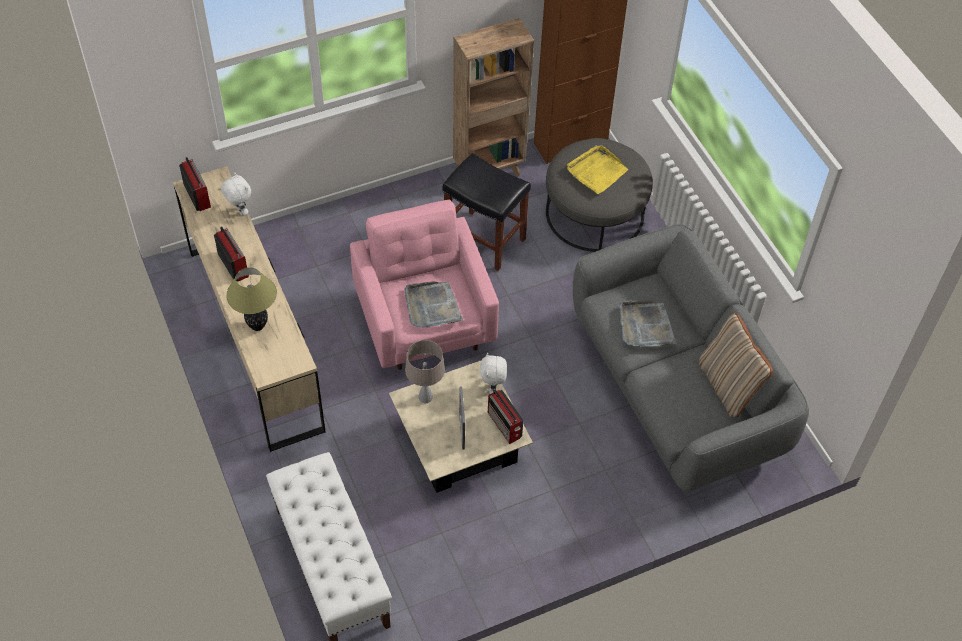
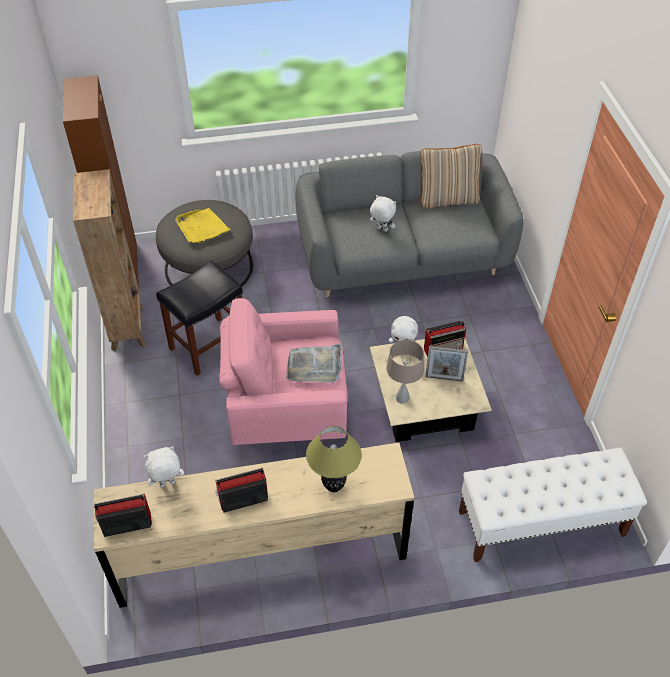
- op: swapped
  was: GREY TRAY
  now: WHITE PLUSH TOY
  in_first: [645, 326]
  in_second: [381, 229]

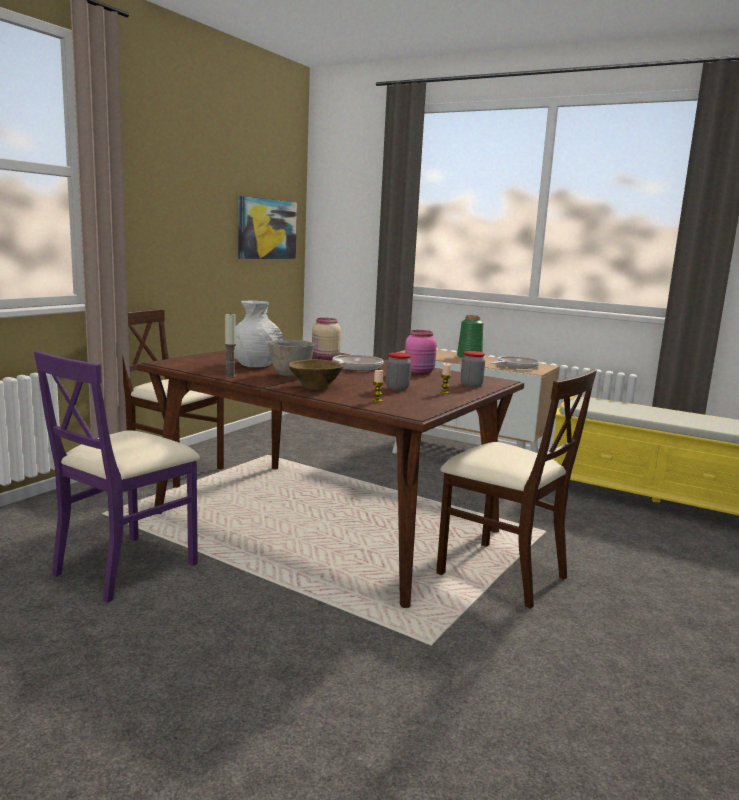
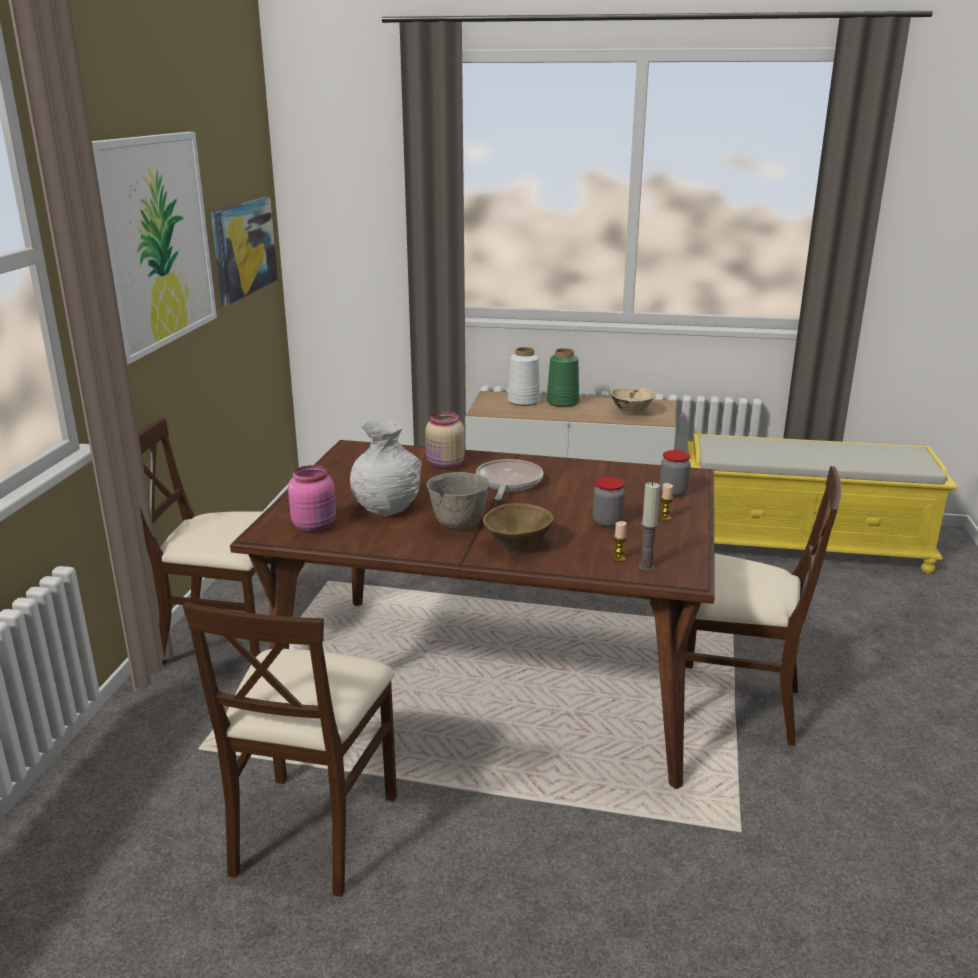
- op: new
  now: PICTURE
  in_second: [153, 241]
- op: repainted
  was: PURPLE CHAIR
  now: BEIGE CHAIR
  in_first: [126, 566]
  in_second: [313, 830]
- op: shifted
  was: PINK JAR
  in_first: [420, 372]
  in_second: [315, 526]
- op: new
  now: WHITE VASE
  in_second: [523, 401]
- op: swapped
  was: FRYING PAN
  now: BEIGE BOWL
  in_first: [515, 366]
  in_second: [631, 412]
- op: shifted
  was: CANDLE
  in_first: [230, 376]
  in_second: [646, 567]

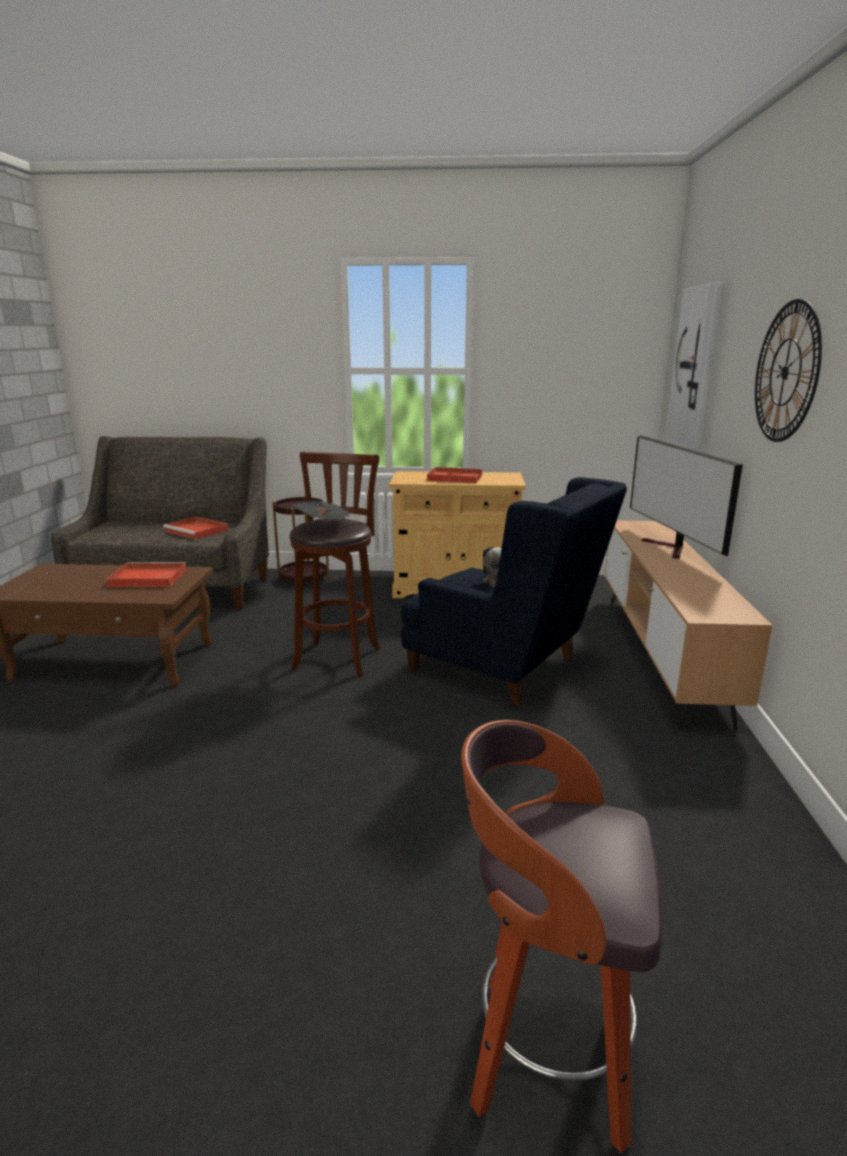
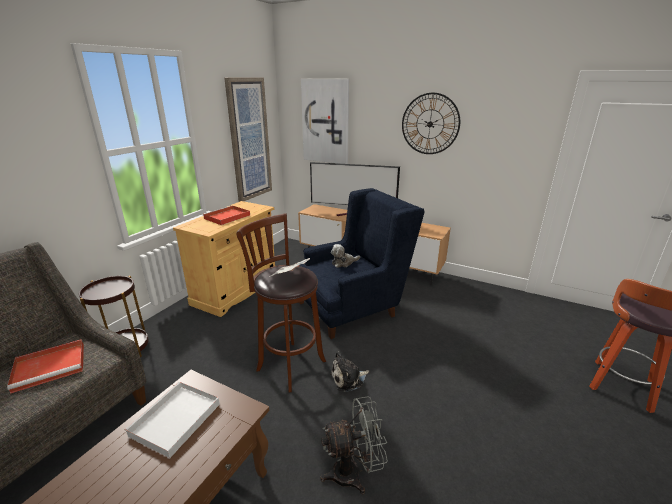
- op: repainted
  was: RED TRAY
  now: WHITE TRAY
  in_first: [146, 578]
  in_second: [175, 421]
- op: new
  now: PICTURE
  in_second: [249, 140]
- op: new
  now: GREY FAN
  in_second: [353, 473]
- op: new
  now: PLUSH TOY
  in_second: [348, 379]

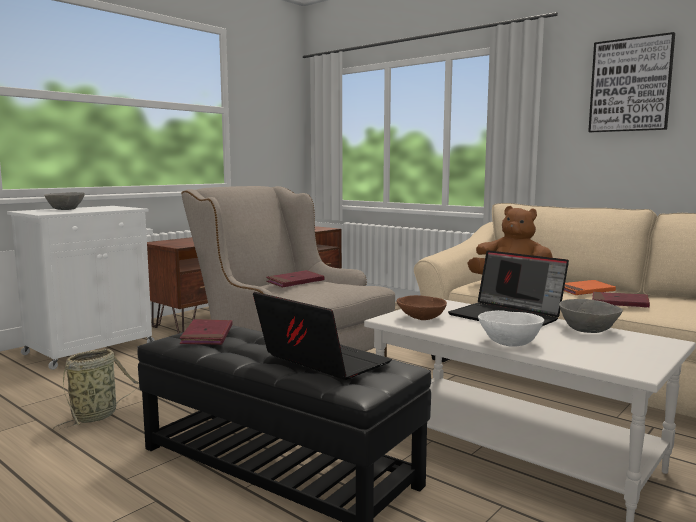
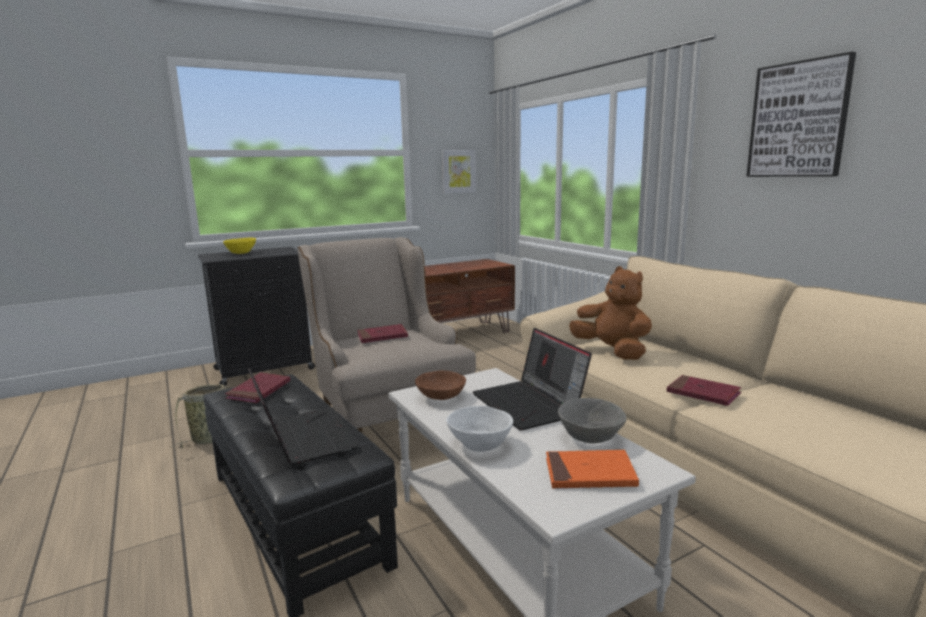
- op: repainted
  was: WHITE CABINET
  now: BLACK CABINET
  in_first: [92, 348]
  in_second: [266, 369]
- op: repainted
  was: GREY BOWL
  now: YELLOW BOWL
  in_first: [65, 209]
  in_second: [240, 253]
- op: new
  now: PICTURE
  in_second: [458, 171]
- op: shifted
  was: ORANGE BOOK
  in_first: [585, 290]
  in_second: [589, 474]

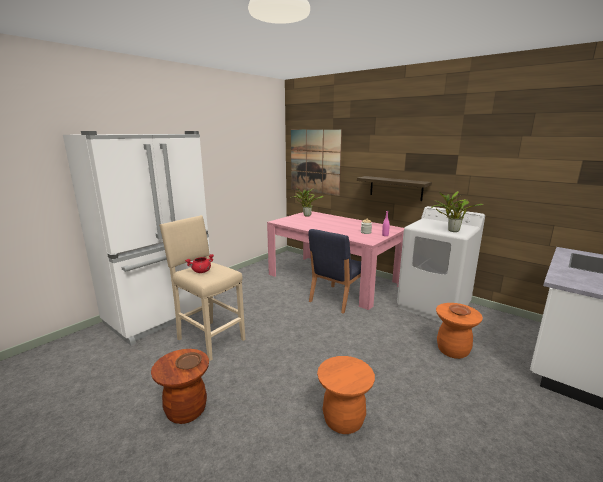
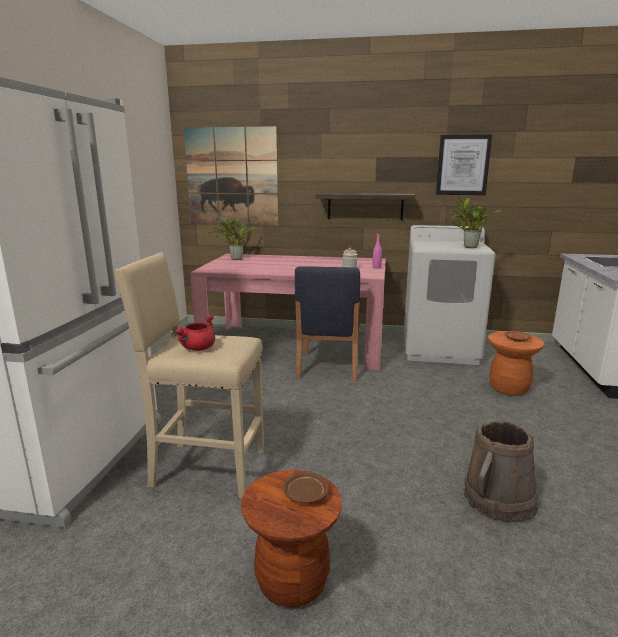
- op: new
  now: PICTURE
  in_second: [463, 165]
- op: swapped
  was: ORANGE STOOL
  now: BROWN BUCKET
  in_first: [343, 420]
  in_second: [498, 499]

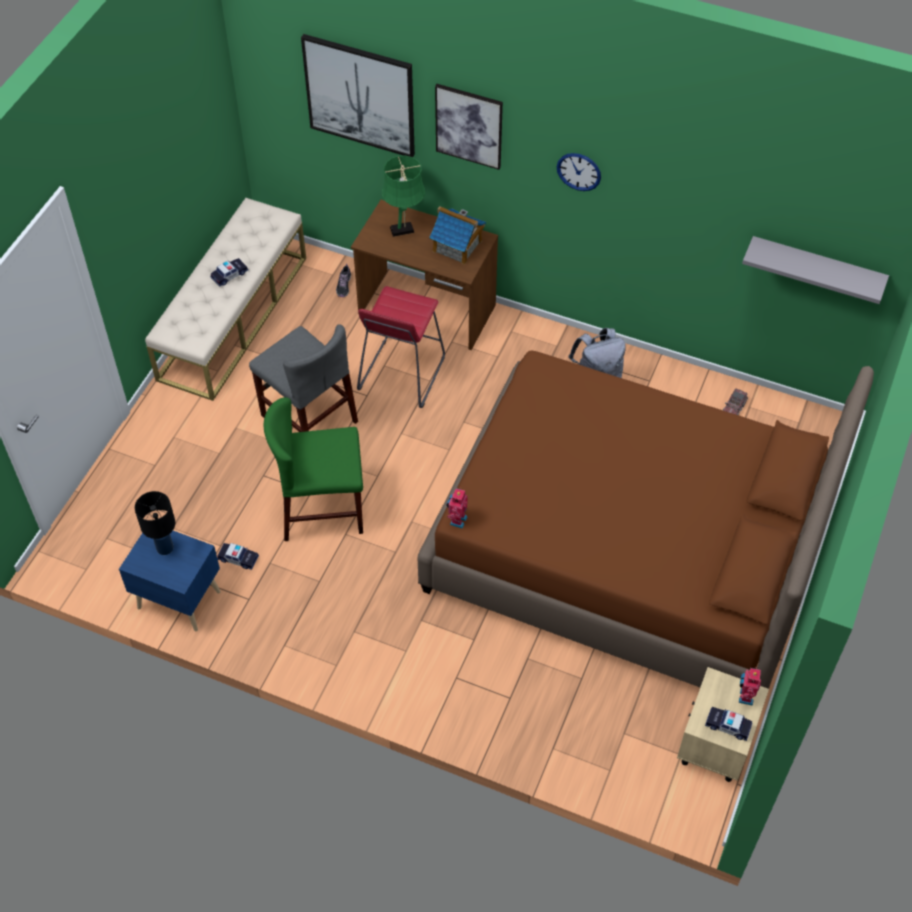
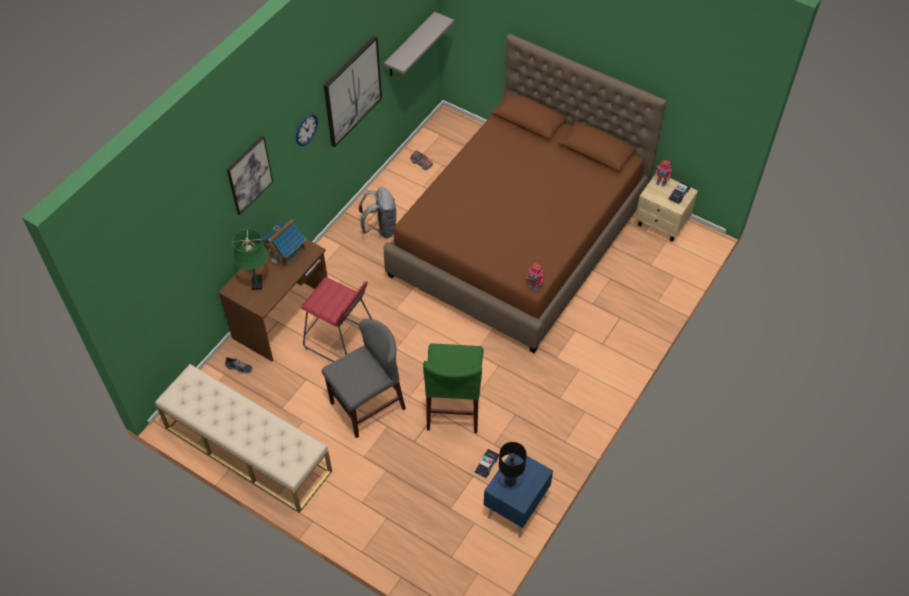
- op: shifted
  was: PICTURE
  in_first: [360, 95]
  in_second: [352, 91]
- op: gone
  was: TOY CAR
  in_first: [229, 275]

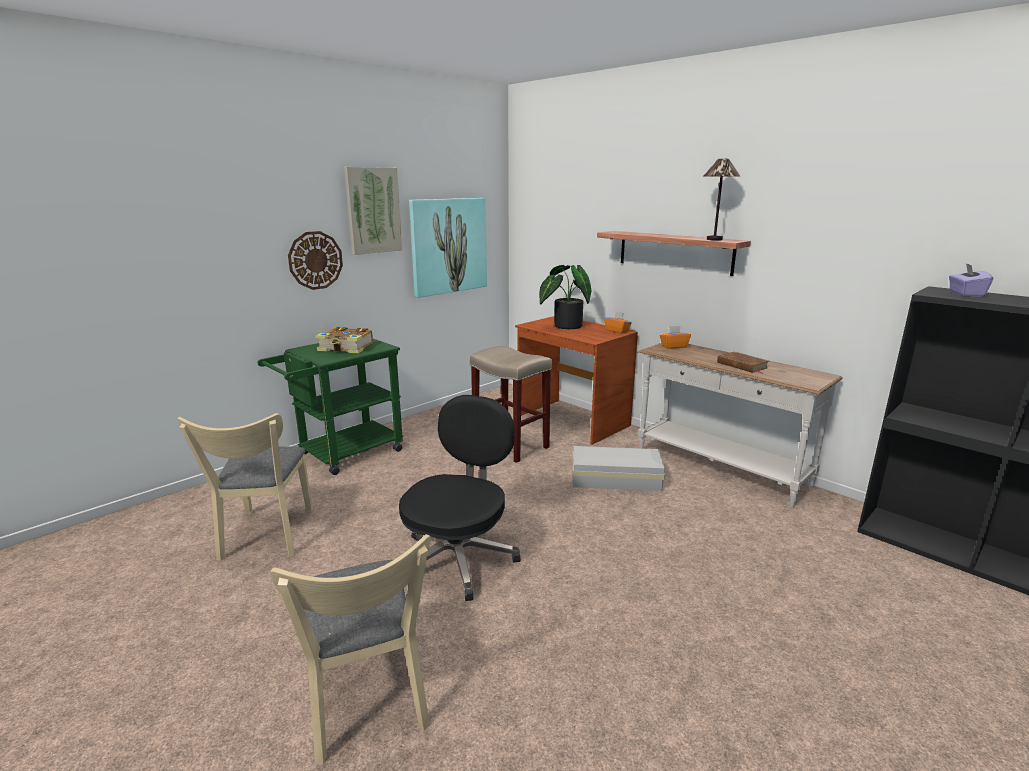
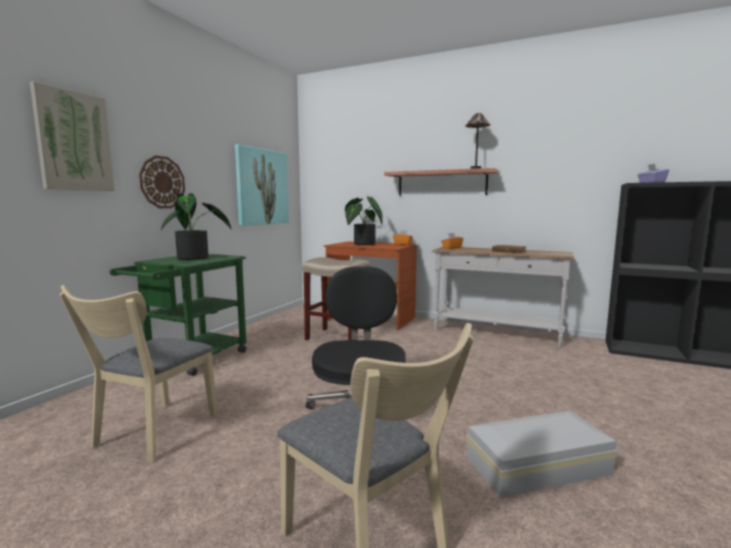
- op: shifted
  was: PICTURE
  in_first: [373, 210]
  in_second: [73, 141]
- op: rotated
  was: BEIGE CHAIR
  in_first: [266, 537]
  in_second: [151, 434]
  clockwise: 45
- op: swapped
  was: BOOK
  now: POTTED PLANT
  in_first: [346, 348]
  in_second: [196, 258]
- op: shifted
  was: WHITE STORAGE BOX
  in_first: [617, 479]
  in_second: [540, 466]

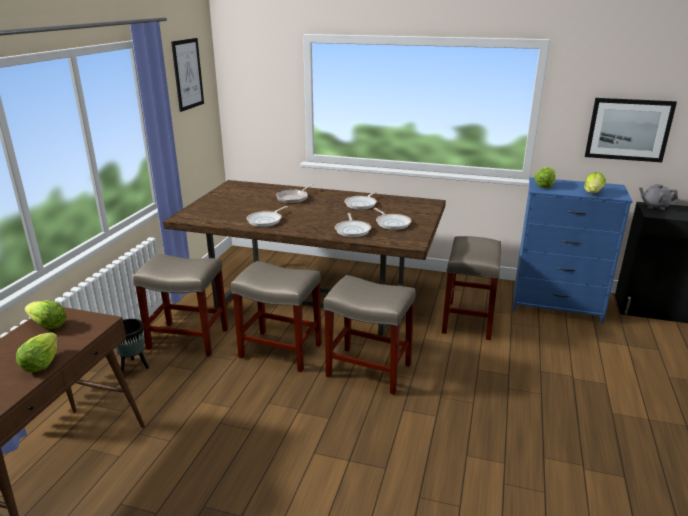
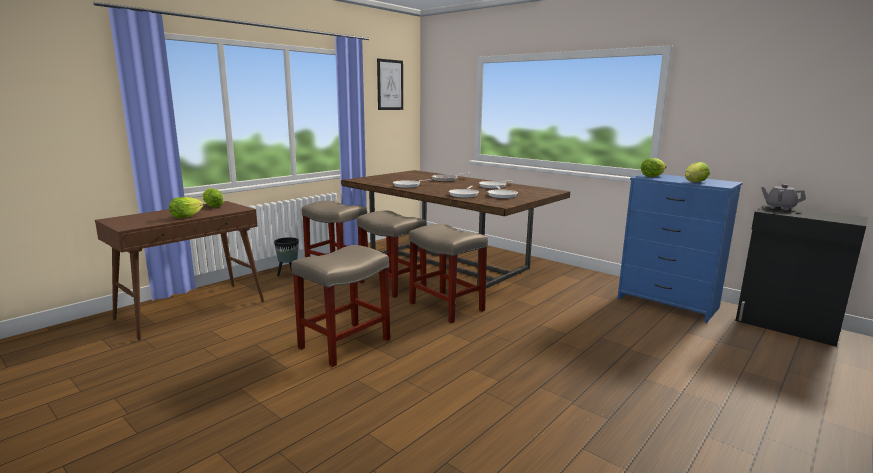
- op: shifted
  was: BEIGE STOOL
  in_first: [468, 321]
  in_second: [344, 344]
- op: gone
  was: PICTURE
  in_first: [628, 129]

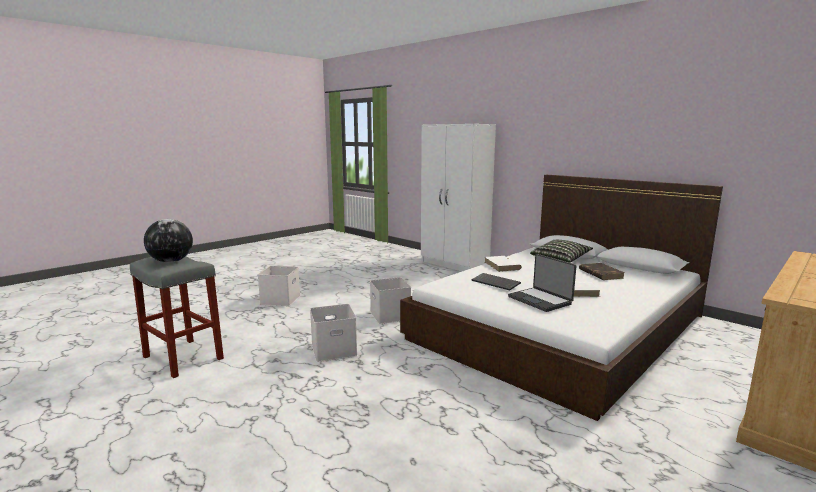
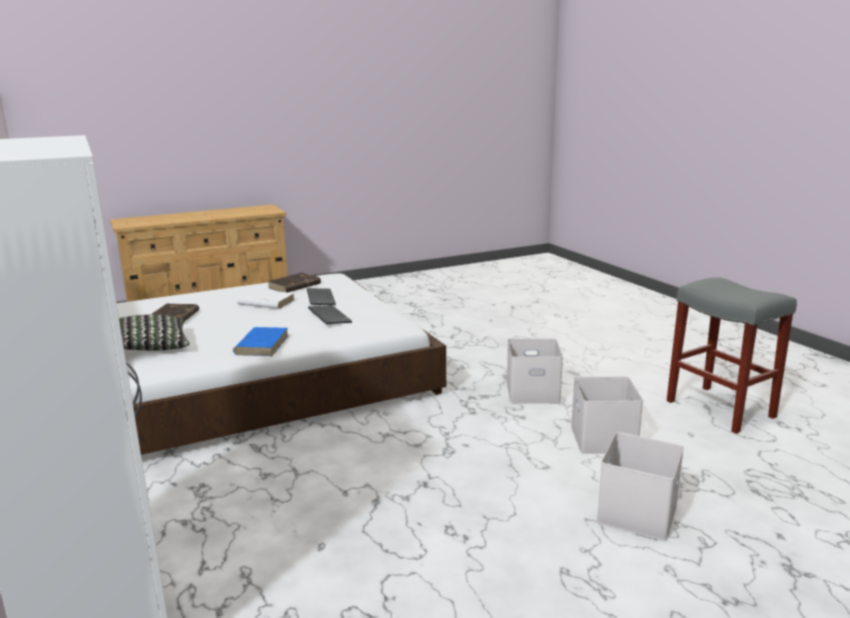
- op: repainted
  was: WHITE BOOK
  now: BLUE BOOK
  in_first: [502, 266]
  in_second: [262, 344]
- op: new
  now: BROWN BOOK
  in_second: [294, 286]
- op: swapped
  was: LAPTOP
  now: KEYBOARD
  in_first: [540, 300]
  in_second: [319, 298]
- op: shifted
  was: WHITE STORAGE BOX
  in_first: [389, 315]
  in_second: [605, 440]
- op: gone
  was: GLOBE
  in_first: [171, 261]

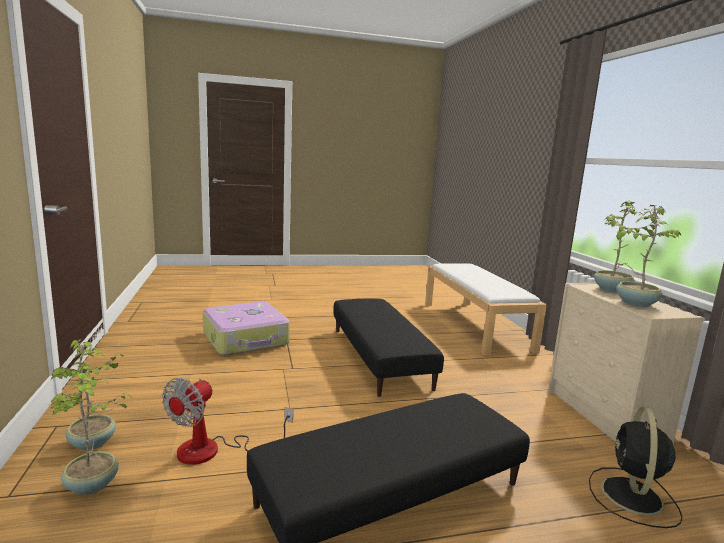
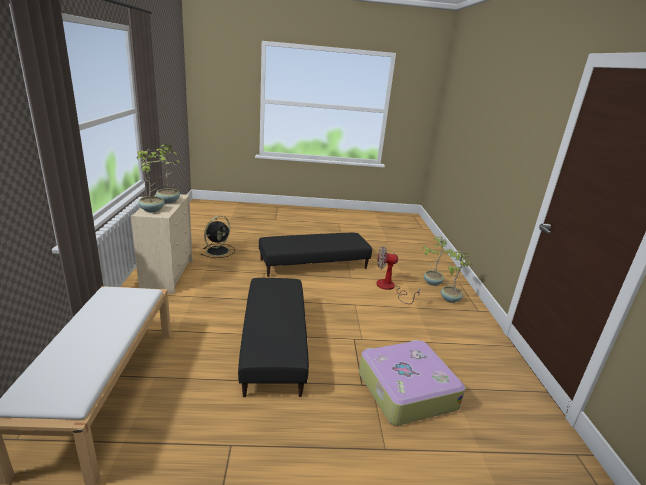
- op: rotated
  was: FAN
  in_first: [213, 450]
  in_second: [390, 288]
  clockwise: -120

